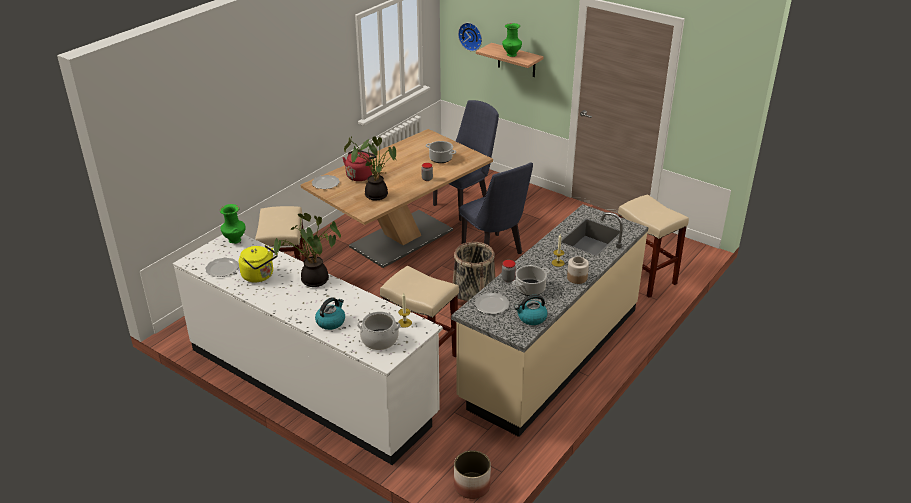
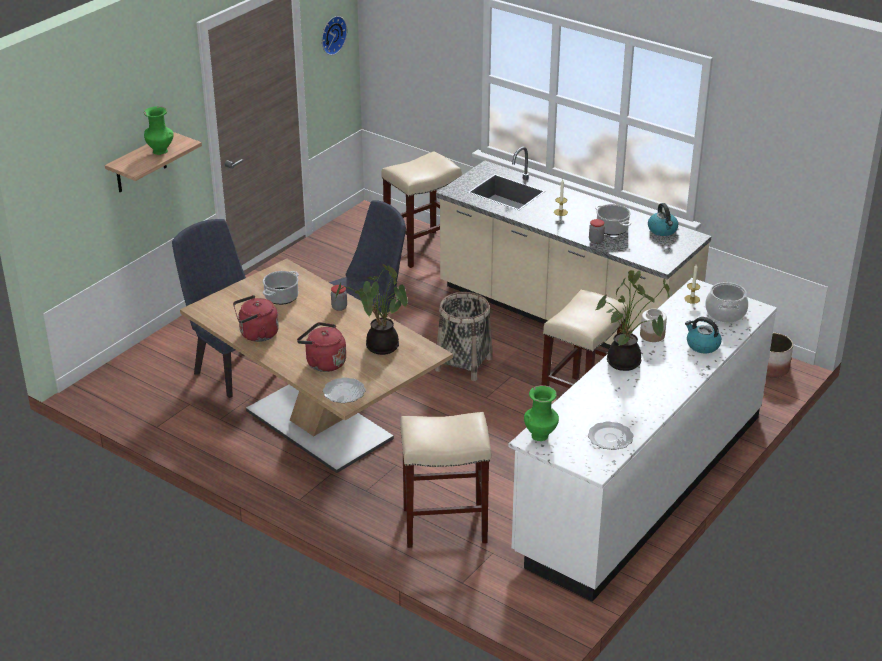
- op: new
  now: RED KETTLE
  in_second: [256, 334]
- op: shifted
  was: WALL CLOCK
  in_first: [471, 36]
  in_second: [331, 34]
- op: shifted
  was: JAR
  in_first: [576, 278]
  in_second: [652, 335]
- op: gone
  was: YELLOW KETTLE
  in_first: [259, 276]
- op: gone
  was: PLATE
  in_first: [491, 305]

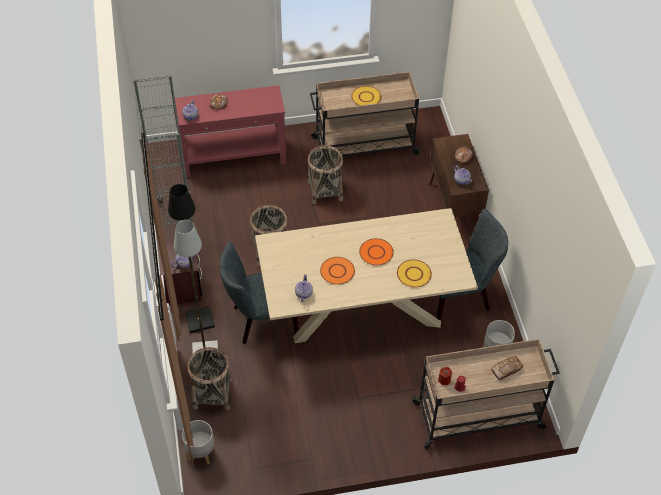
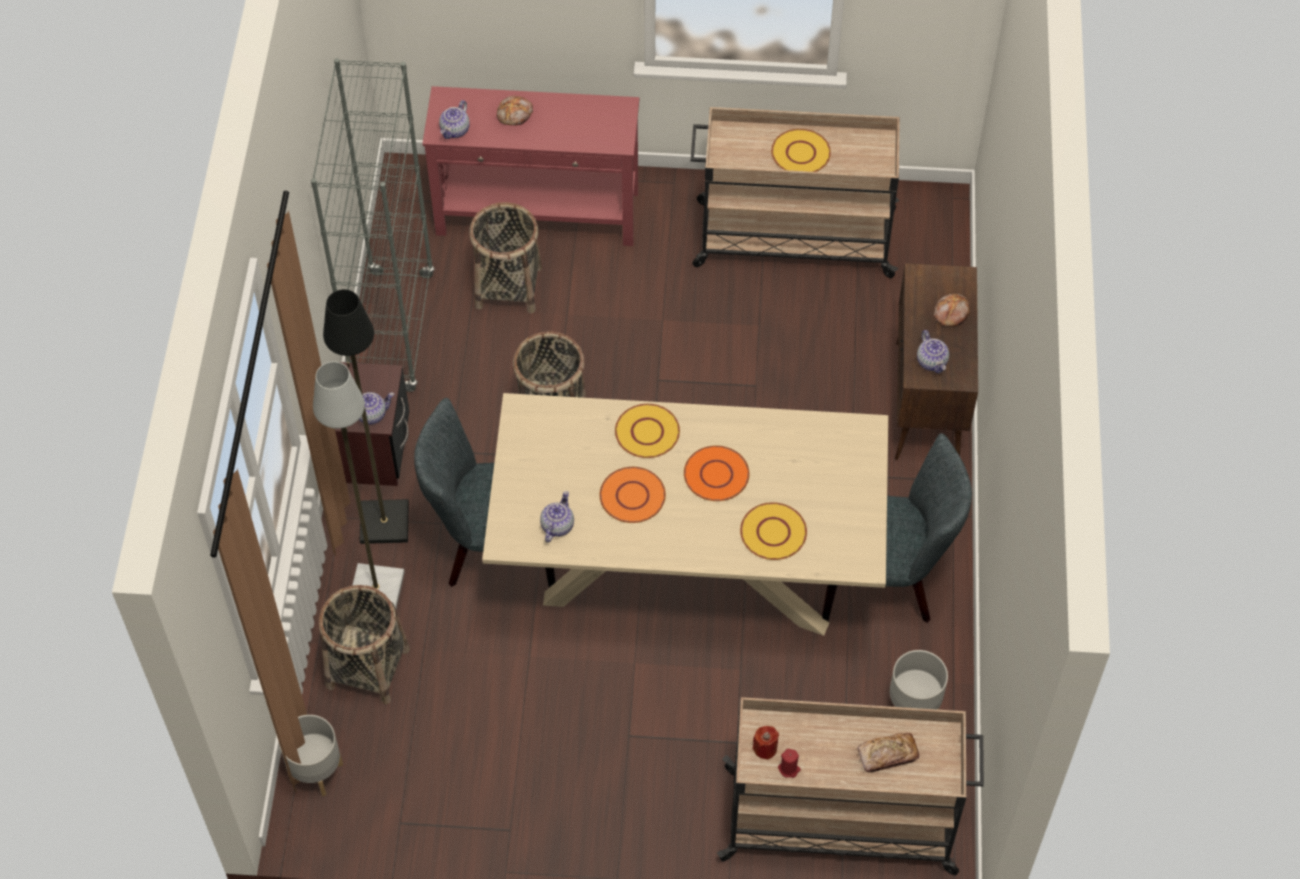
- op: shifted
  was: BASKET
  in_first: [325, 191]
  in_second: [509, 287]
- op: new
  now: YELLOW PLATE
  in_second: [647, 432]

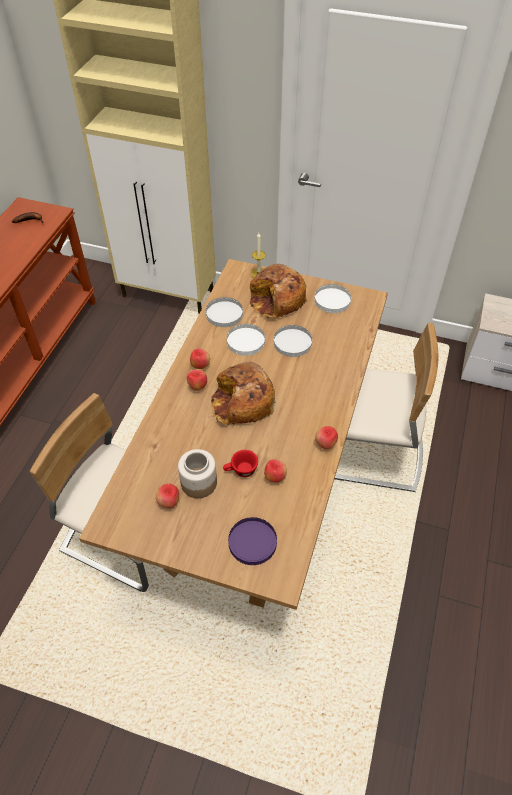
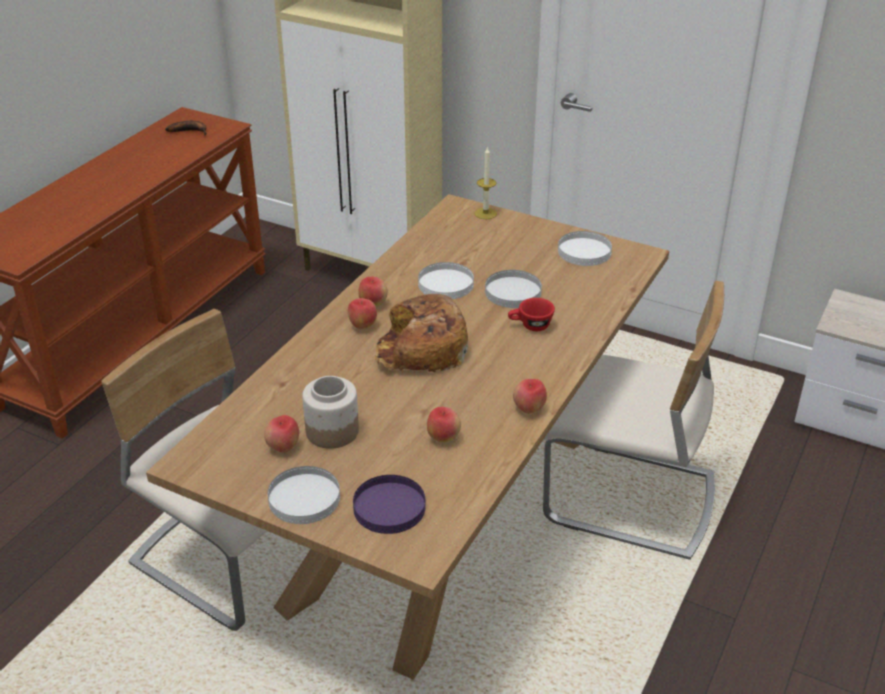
- op: shifted
  was: WHITE PLATE
  in_first: [224, 314]
  in_second: [304, 498]
- op: shifted
  was: RED CUP
  in_first: [240, 471]
  in_second: [530, 326]
- op: gone
  was: BREAD
  in_first: [277, 300]

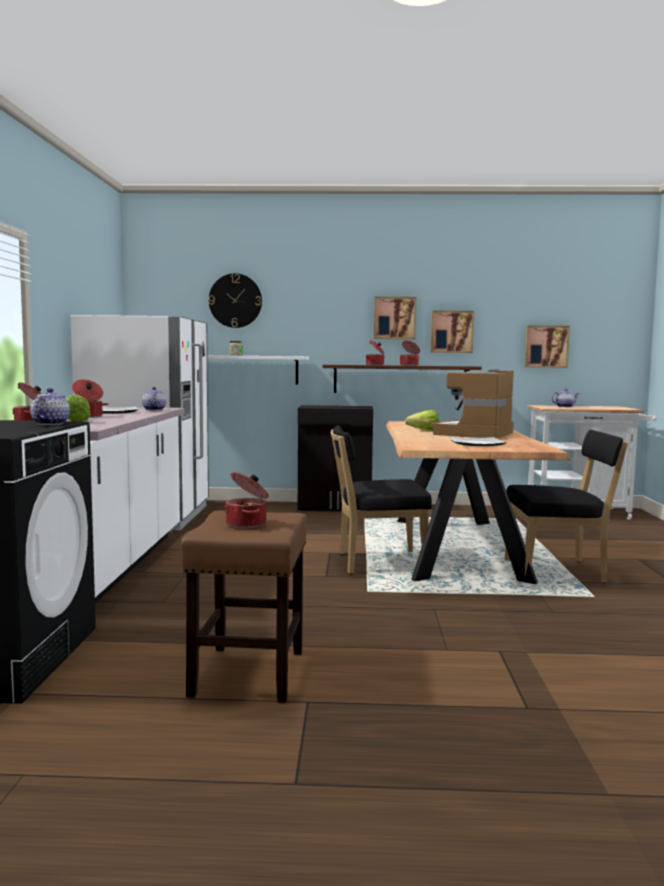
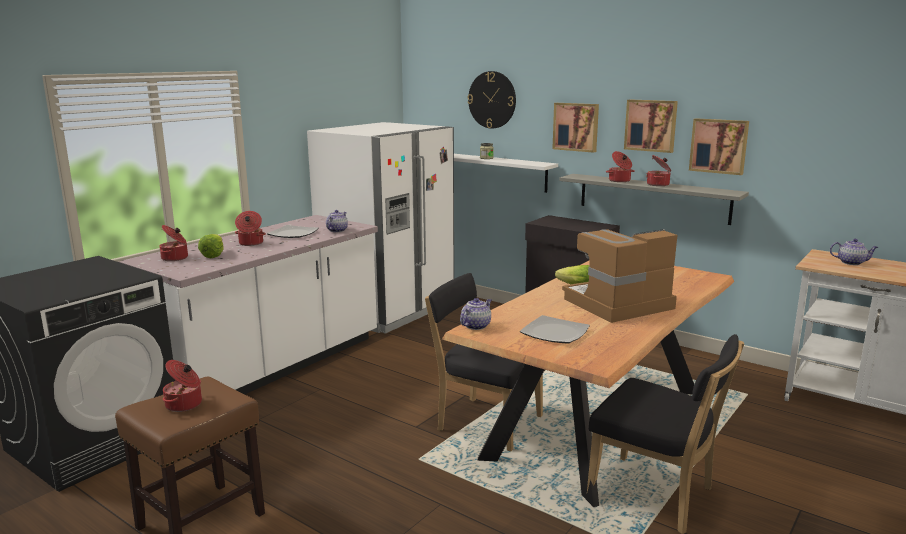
- op: shifted
  was: TEAPOT
  in_first: [50, 424]
  in_second: [476, 326]
- op: shifted
  was: PICTURE
  in_first: [546, 346]
  in_second: [576, 127]
- op: repainted
  was: BROWN SHELF
  now: GREY SHELF
  in_first: [399, 379]
  in_second: [653, 198]

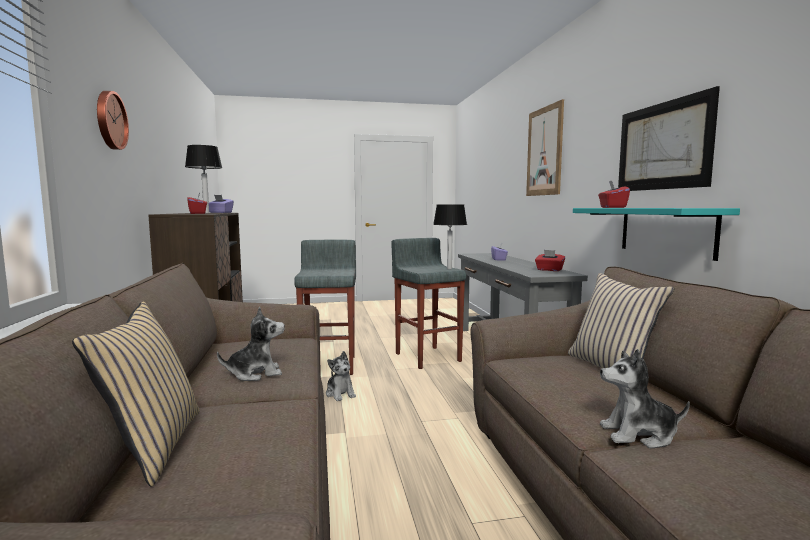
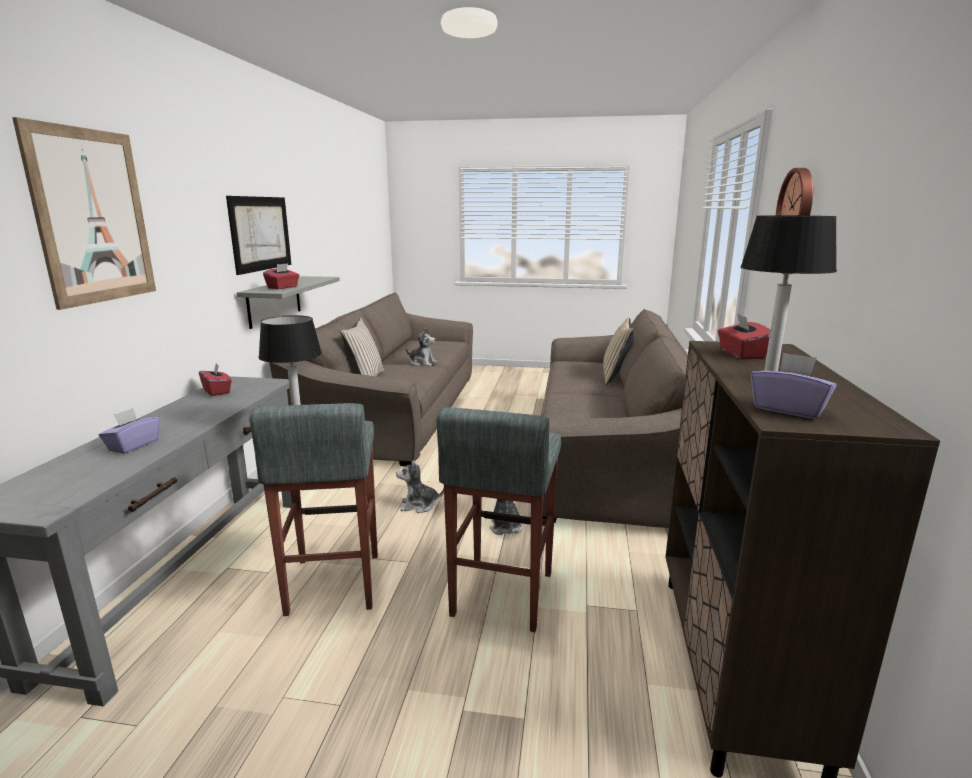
- op: repainted
  was: TURQUOISE SHELF
  now: GREY SHELF
  in_first: [666, 231]
  in_second: [274, 301]
- op: shifted
  was: PLUSH TOY
  in_first: [255, 373]
  in_second: [419, 505]

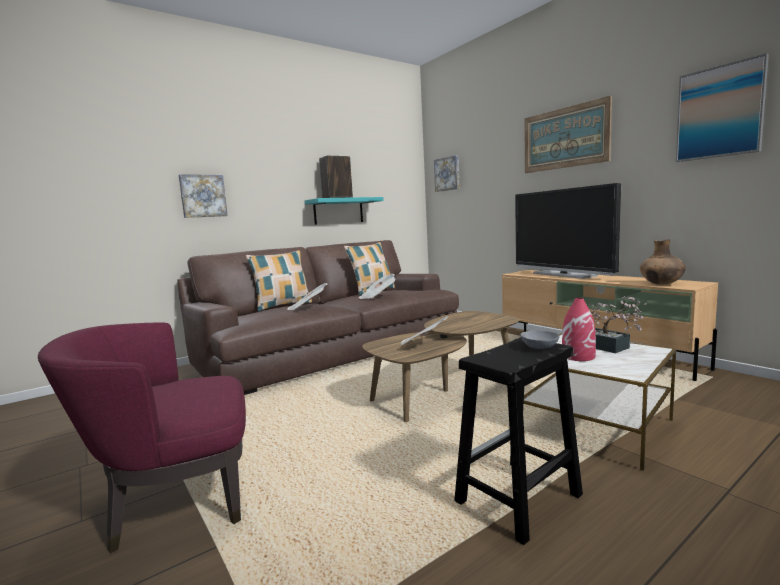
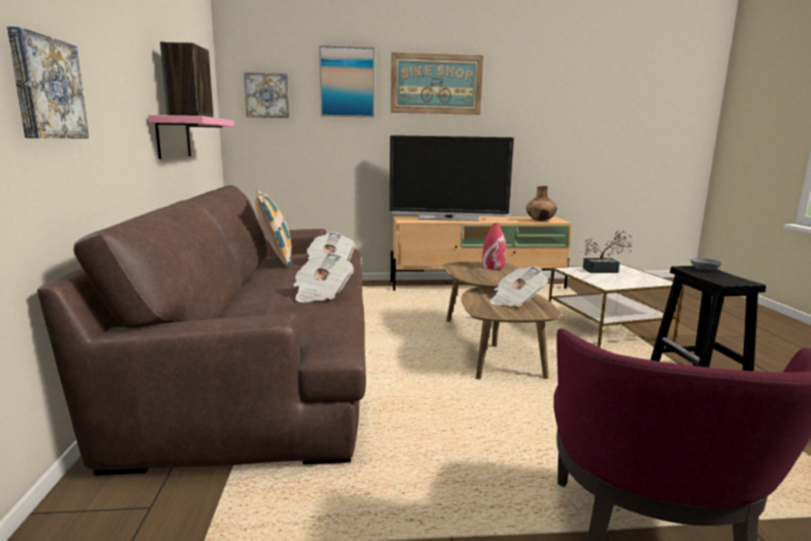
- op: repainted
  was: TURQUOISE SHELF
  now: PINK SHELF
  in_first: [338, 211]
  in_second: [173, 137]
- op: shifted
  was: PICTURE
  in_first: [719, 112]
  in_second: [347, 82]
- op: shifted
  was: RED VASE
  in_first: [578, 356]
  in_second: [493, 266]
- op: gone
  was: PILLOW
  in_first: [282, 305]

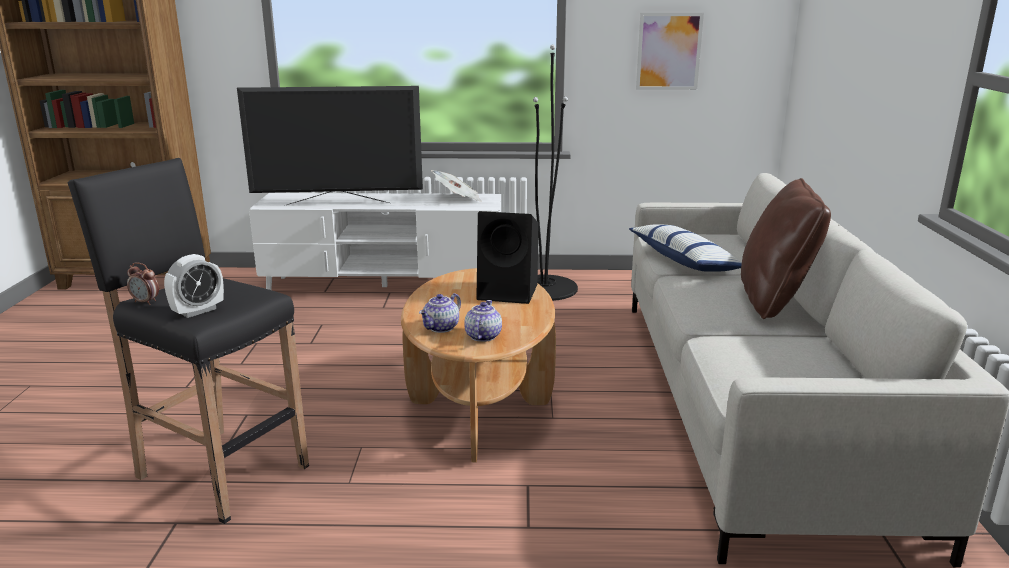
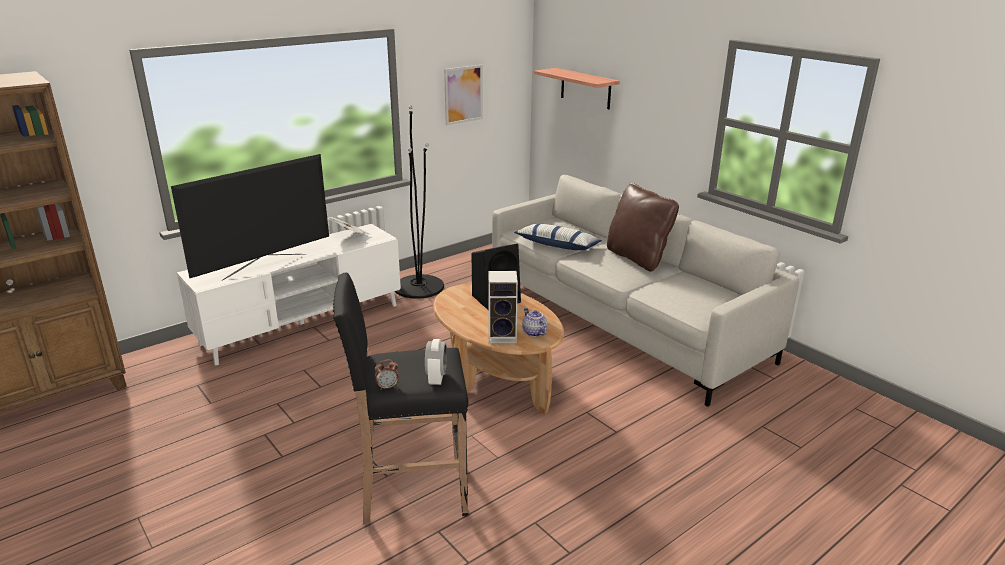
- op: swapped
  was: TEAPOT
  now: SPEAKER
  in_first: [441, 328]
  in_second: [503, 336]
- op: new
  now: SHELF
  in_second: [585, 88]

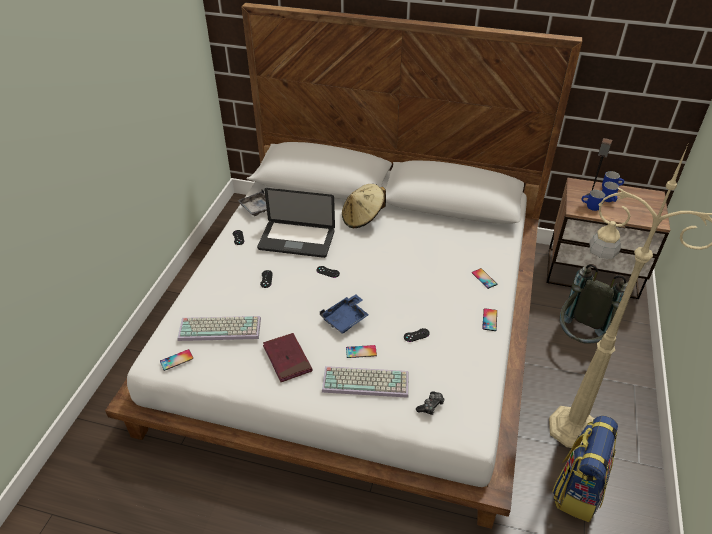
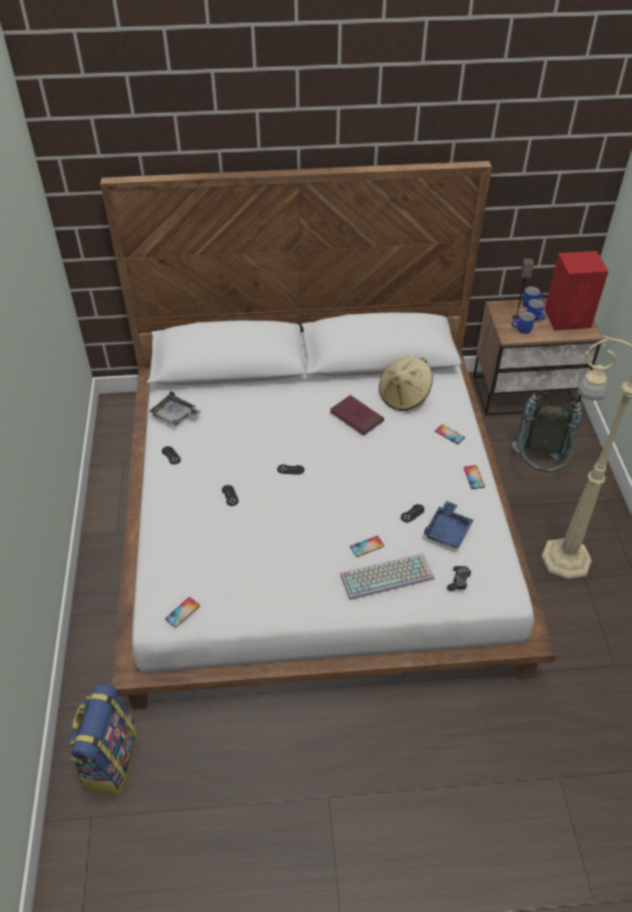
- op: shifted
  was: BACKPACK
  in_first: [577, 489]
  in_second: [110, 760]
- op: shifted
  was: RED BOOK
  in_first: [287, 359]
  in_second: [356, 417]
- op: shifted
  was: BEIGE HAT
  in_first: [362, 218]
  in_second: [404, 396]
- op: shifted
  was: BLUE TRAY
  in_first: [345, 319]
  in_second: [448, 531]
- op: new
  now: RED SPEAKER
  in_second: [568, 318]
- op: gone
  was: KEYBOARD
  in_first: [221, 328]
- op: gone
  was: LAPTOP
  in_first: [296, 240]

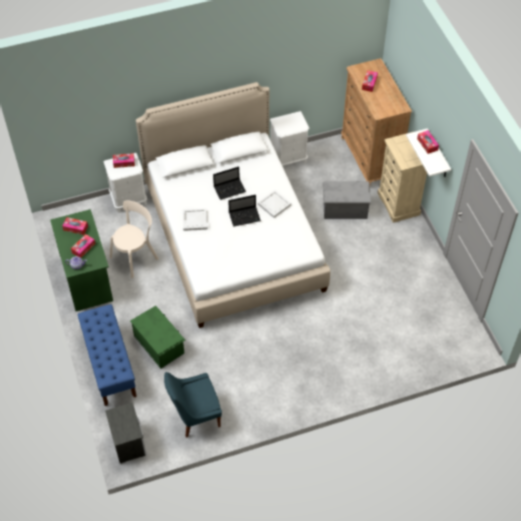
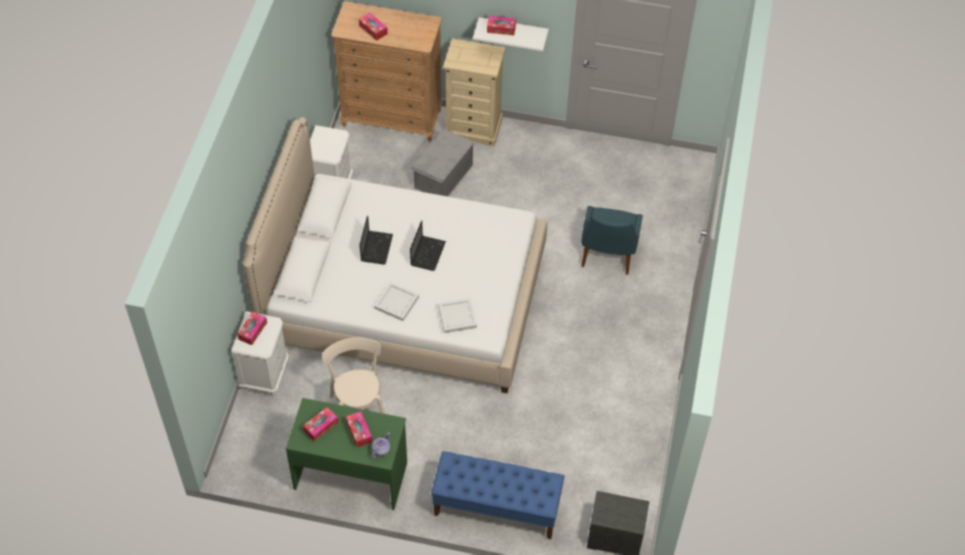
- op: shifted
  was: WHITE TRAY
  in_first: [273, 204]
  in_second: [457, 317]
- op: shifted
  was: BLUE CHAIR
  in_first: [195, 415]
  in_second: [607, 256]
- op: gone
  was: GREEN STORAGE BOX
  in_first: [159, 344]

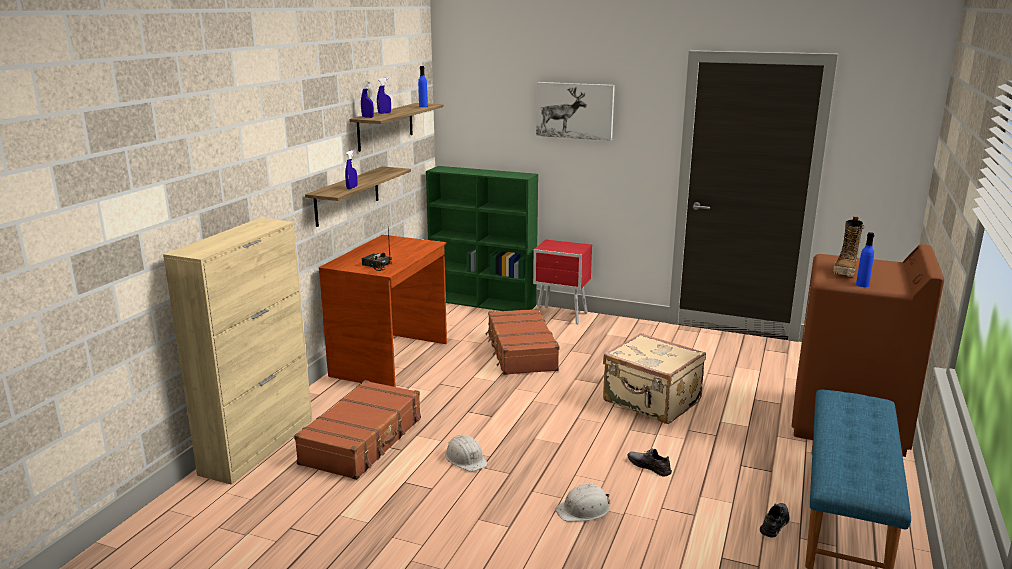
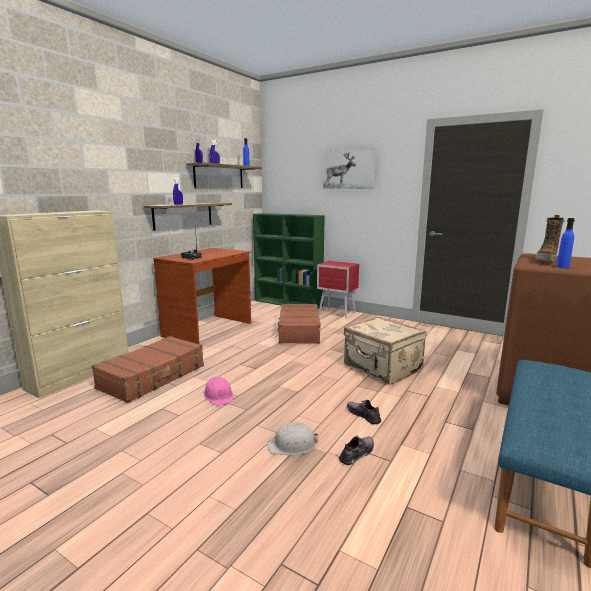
- op: repainted
  was: WHITE HARD HAT
  now: PINK HARD HAT
  in_first: [466, 458]
  in_second: [219, 395]
- op: shifted
  was: GREY SHOE
  in_first: [775, 523]
  in_second: [357, 453]

